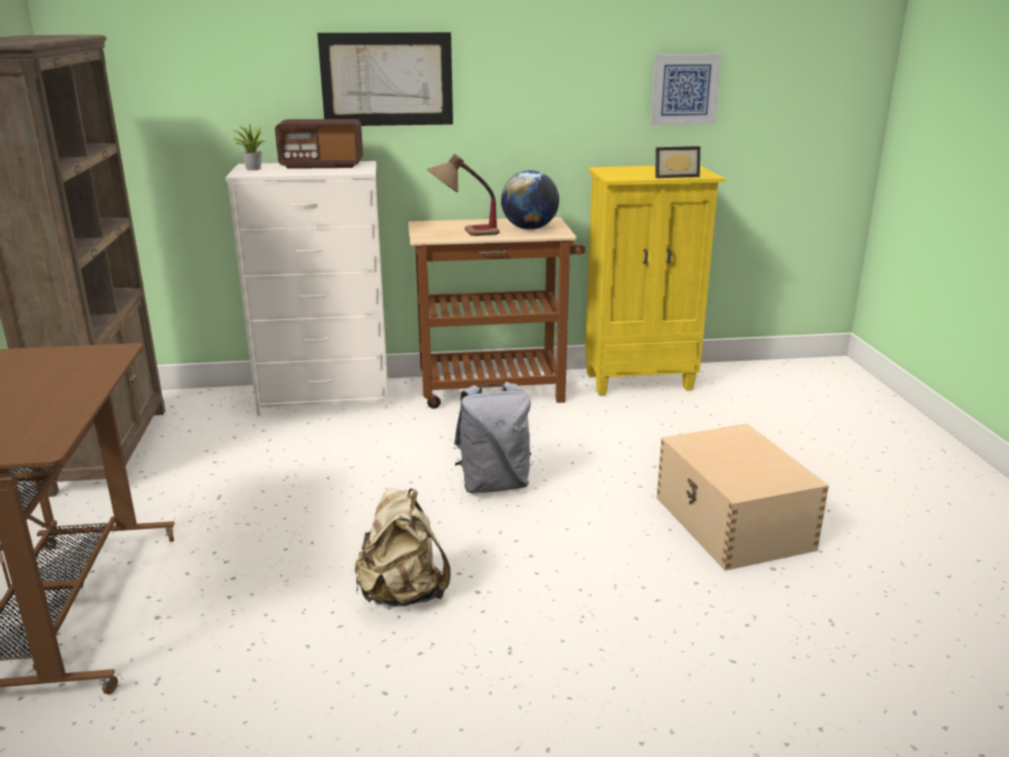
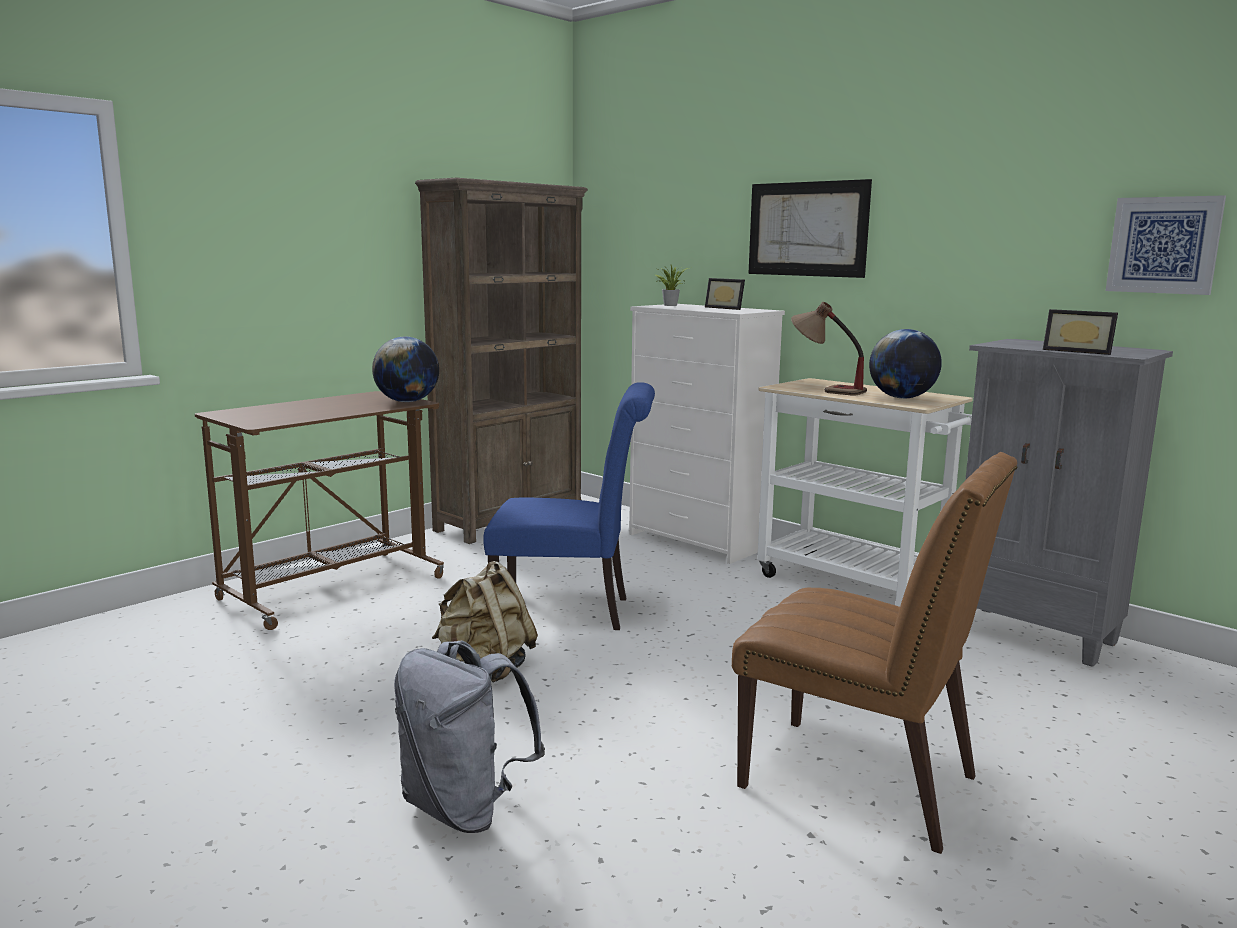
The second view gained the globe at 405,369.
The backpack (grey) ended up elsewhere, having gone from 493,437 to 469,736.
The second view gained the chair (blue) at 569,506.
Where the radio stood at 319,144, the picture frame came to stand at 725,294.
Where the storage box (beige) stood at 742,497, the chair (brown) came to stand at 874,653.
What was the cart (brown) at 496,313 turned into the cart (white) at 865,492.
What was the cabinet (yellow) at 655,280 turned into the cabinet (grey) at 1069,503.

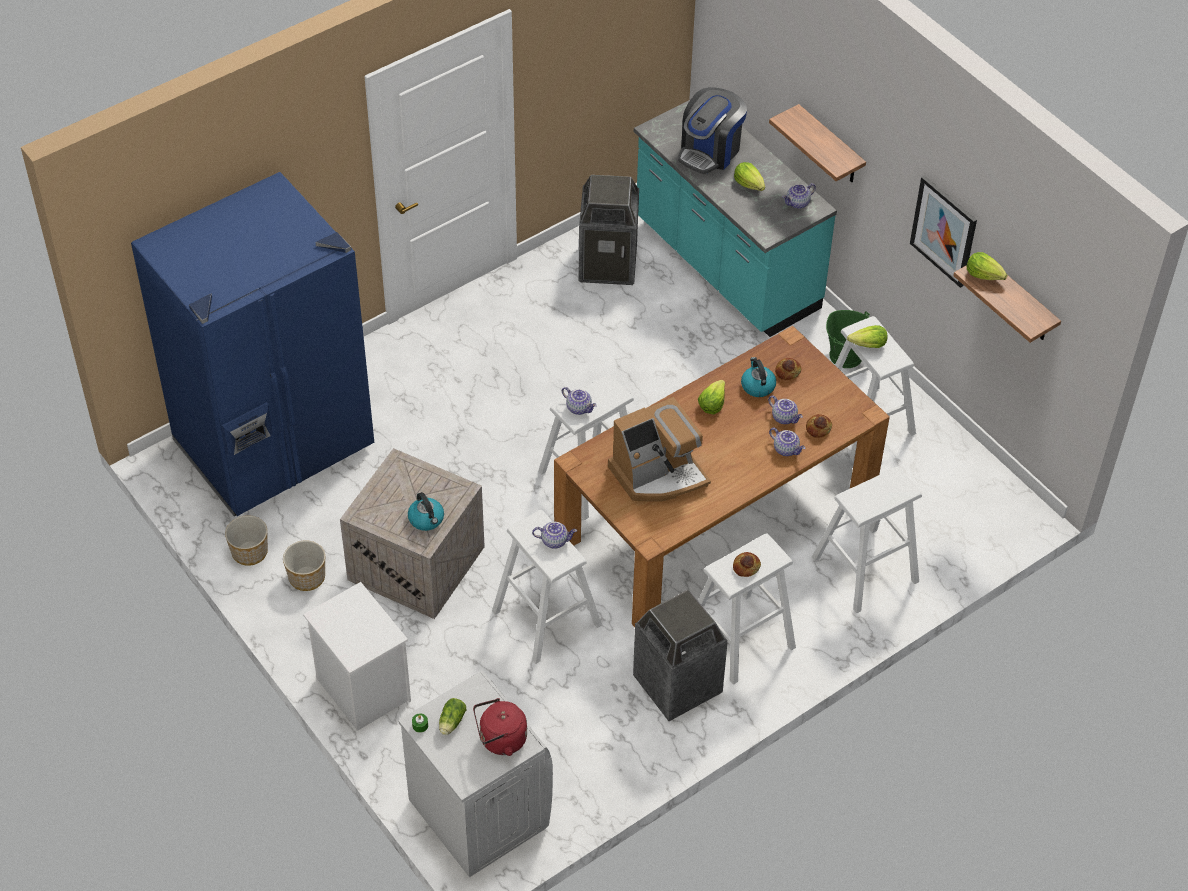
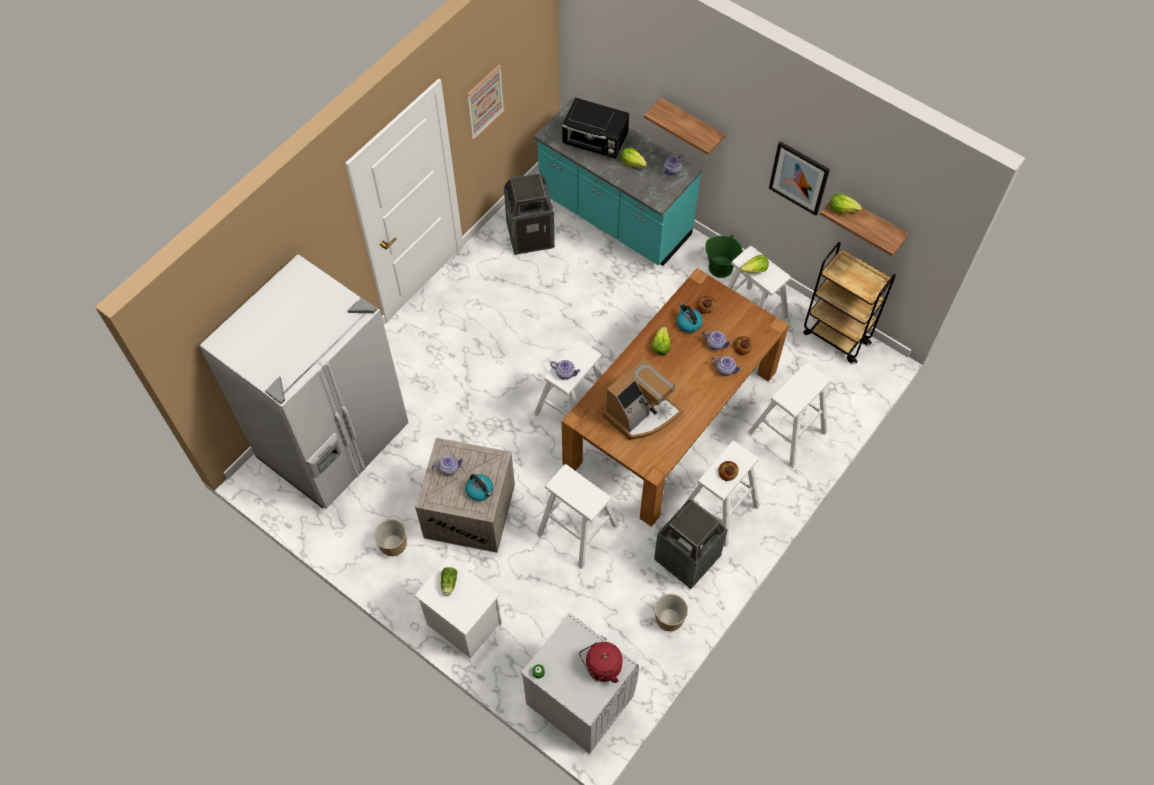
What was the fridge (blue) at 252,344 turned into the fridge (white) at 304,381.
The teapot ended up elsewhere, having gone from 554,535 to 448,465.
The lettuce ended up elsewhere, having gone from 452,716 to 449,581.
The second view gained the picture at 486,102.
Where the coffee machine stood at 712,130, the microwave (black) came to stand at 595,128.
The planter ended up elsewhere, having gone from 246,540 to 671,612.
The second view gained the cart (brown) at 849,302.

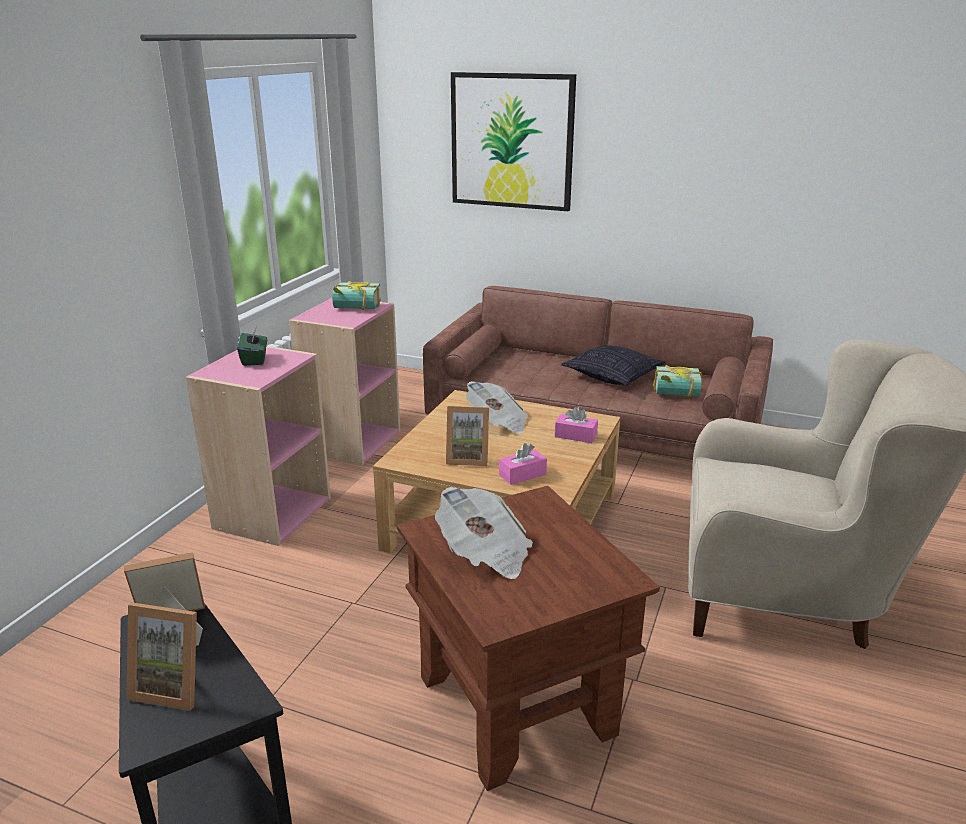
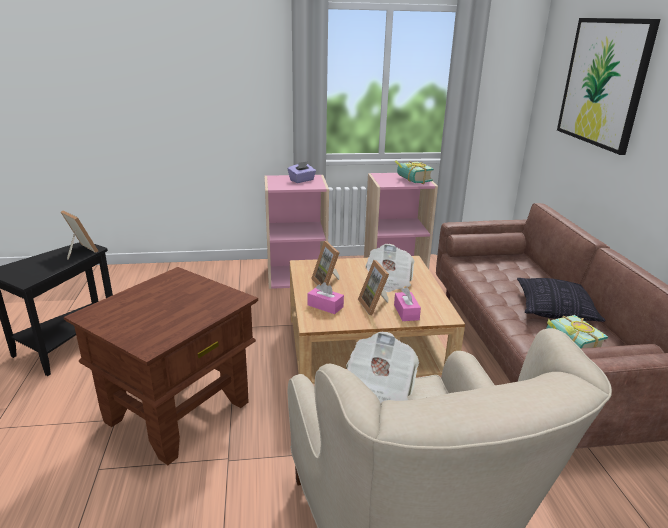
What was the tissue box (green) at 252,347 turned into the tissue box (purple) at 302,172.
The newspaper ended up elsewhere, having gone from 484,533 to 382,367.
The picture frame ended up elsewhere, having gone from 161,657 to 373,287.

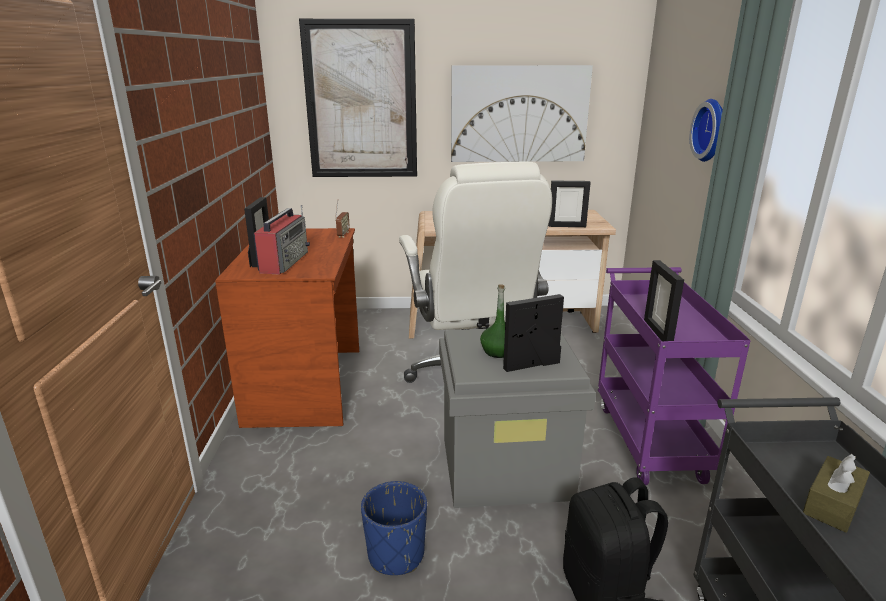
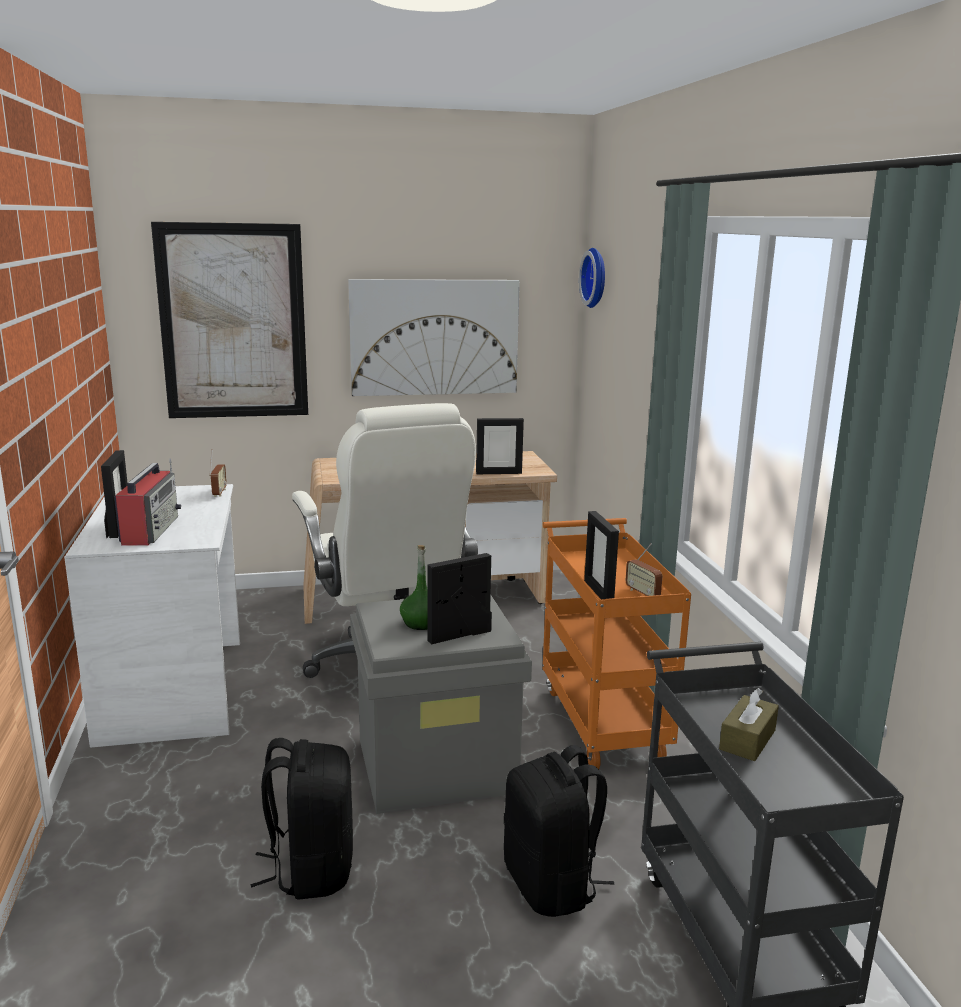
What was the desk (brown) at 287,328 turned into the desk (white) at 152,616.
Where the planter (blue) stood at 394,528, the backpack (black) came to stand at 302,819.
What was the cart (purple) at 674,376 turned into the cart (orange) at 617,643.
The wall clock ended up elsewhere, having gone from 706,130 to 592,278.
The second view gained the radio at 644,569.

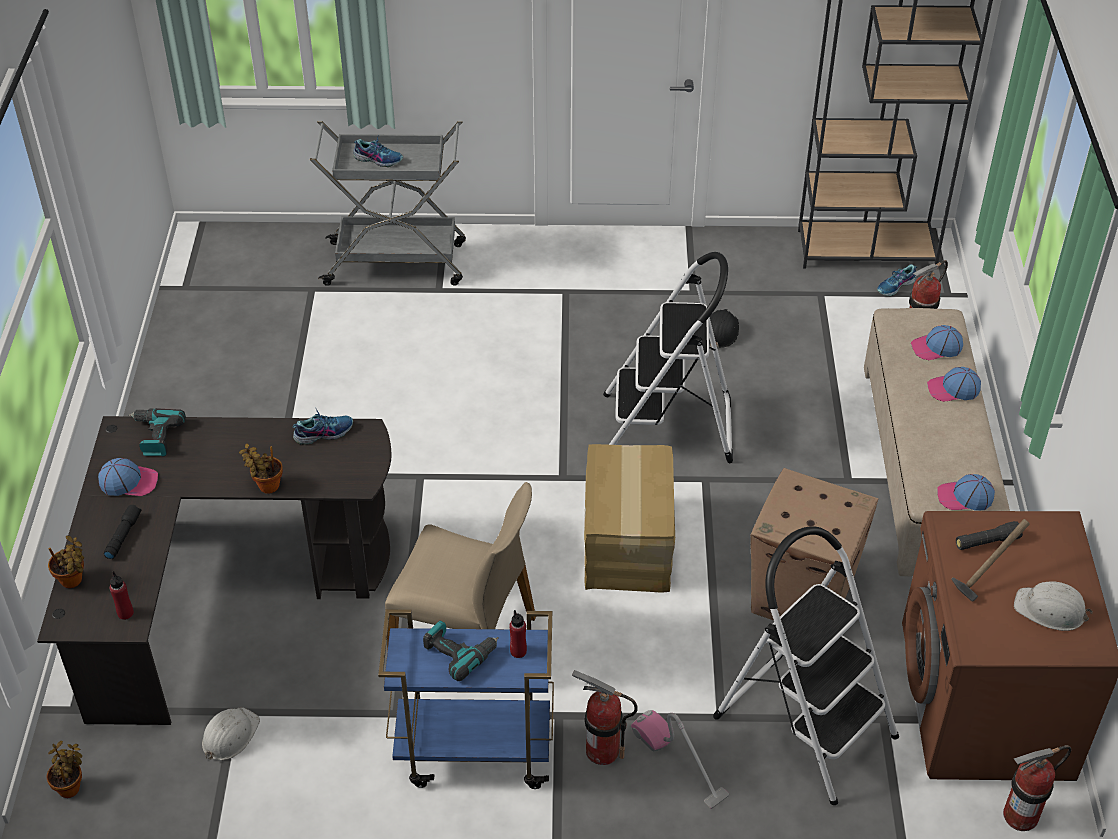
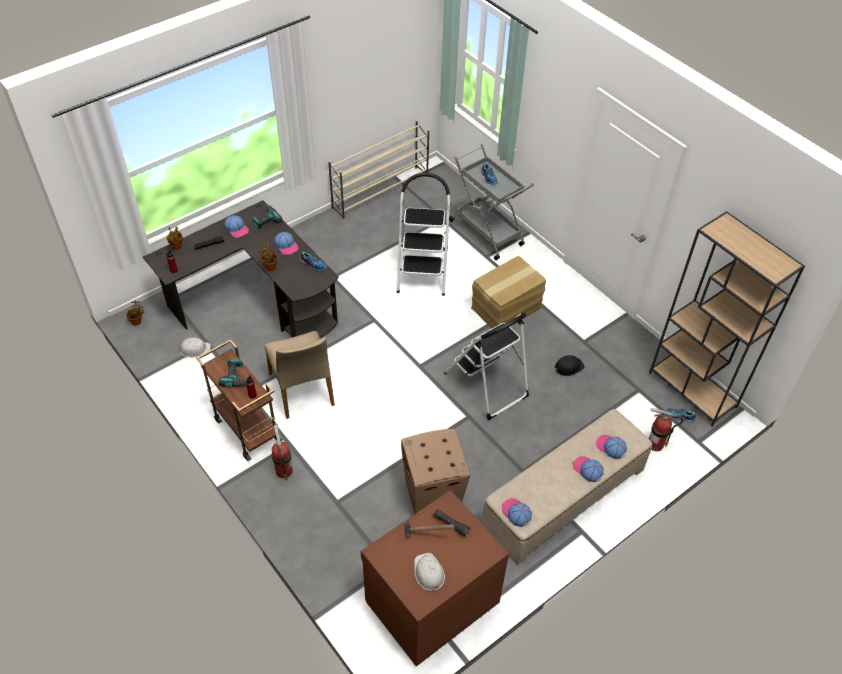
What was the cart (blue) at 466,699 turned into the cart (brown) at 239,400.
The second view gained the cap at 286,243.
The second view gained the shoe rack (beige) at 378,170.
The step ladder ended up elsewhere, having gone from 806,665 to 423,234.
The cardboard box ended up elsewhere, having gone from 629,518 to 508,292.
The second view lost the vacuum cleaner at 680,759.
The second view lost the fire extinguisher at 1037,788.

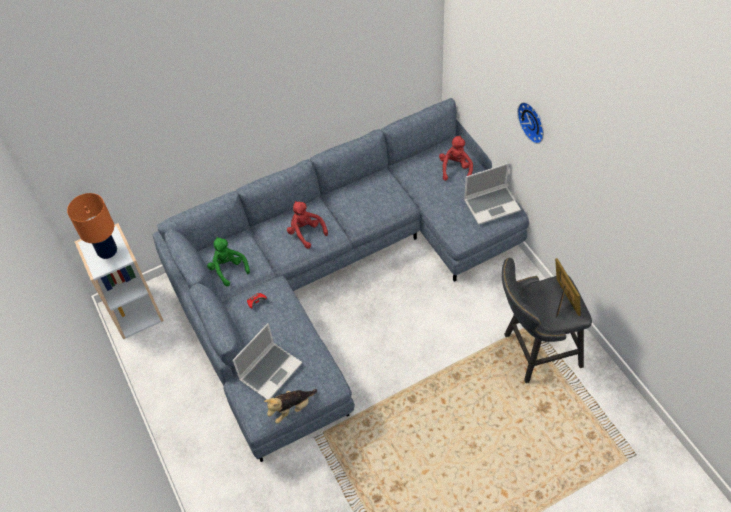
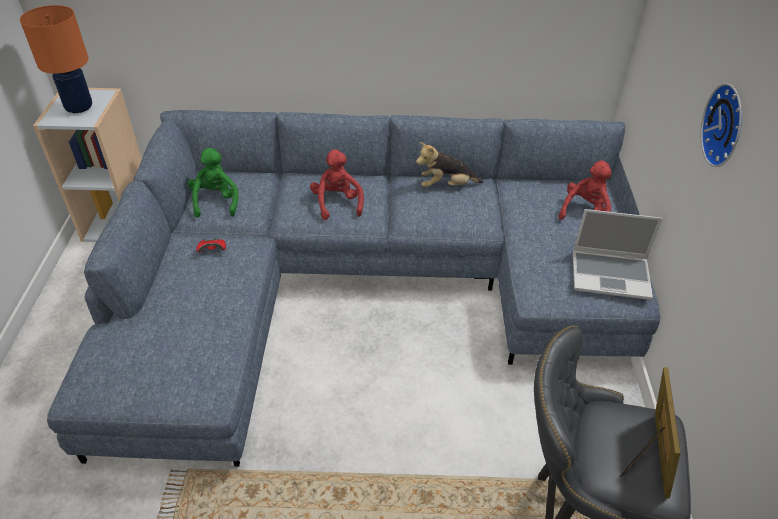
The plush toy ended up elsewhere, having gone from 290,406 to 449,164.
The second view lost the laptop at 267,361.

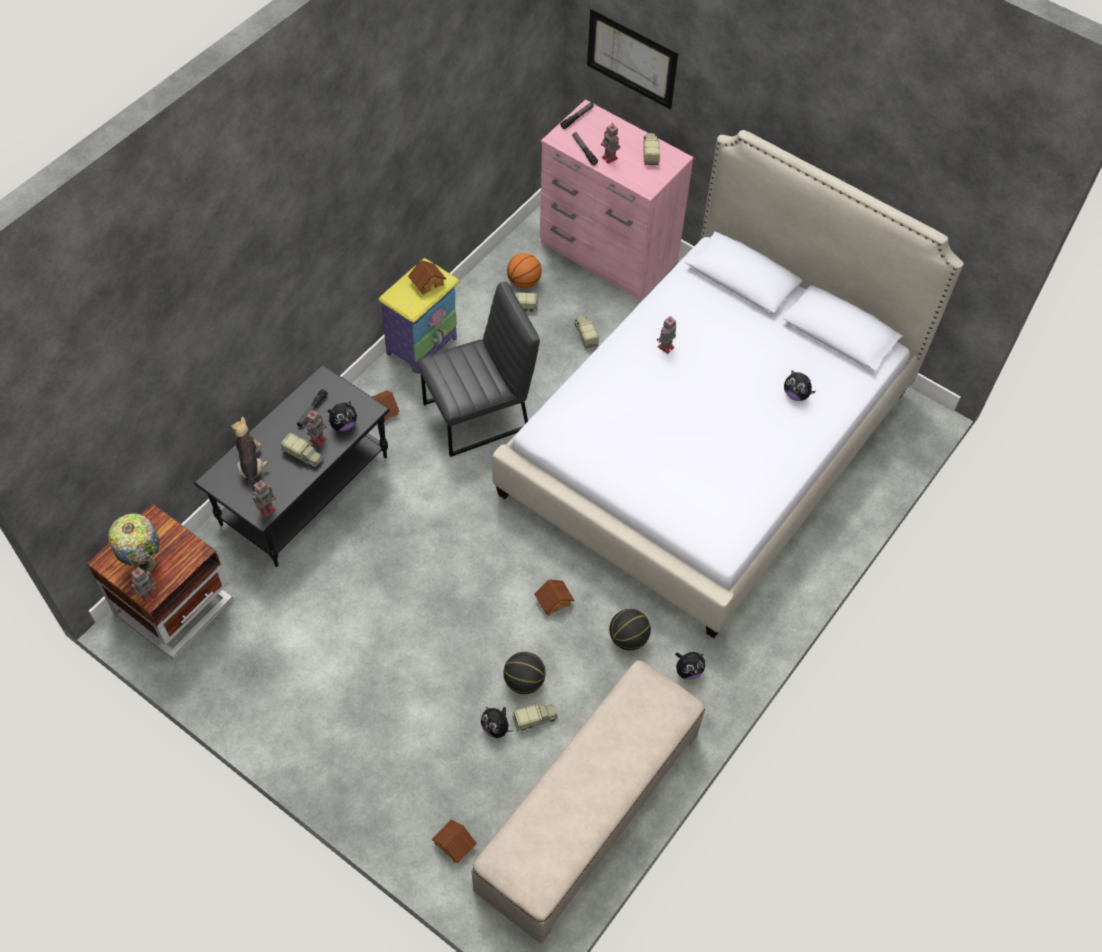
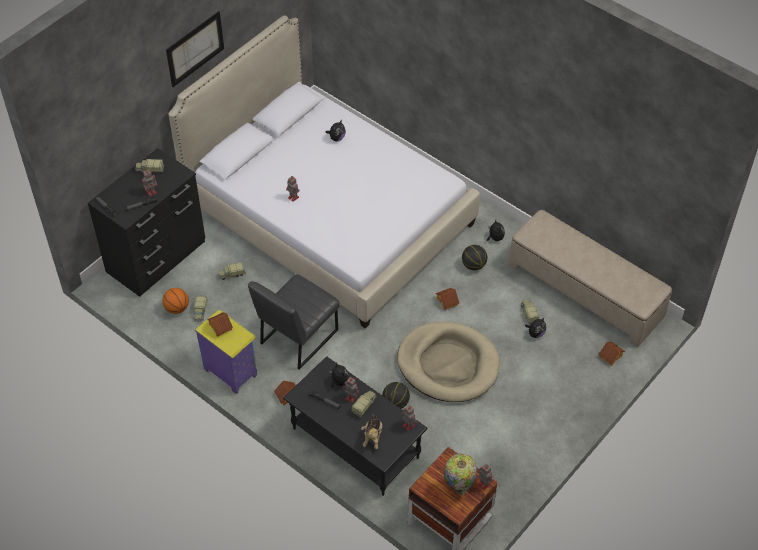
What was the dresser (pink) at 617,200 turned into the dresser (black) at 146,222.
The picture ended up elsewhere, having gone from 632,58 to 195,49.
The chair (grey) at 478,369 ended up facing another way, 120 degrees counterclockwise from before.
The plush toy at 249,454 ended up facing another way, 75 degrees counterclockwise from before.
The basketball ended up elsewhere, having gone from 524,673 to 396,395.
The second view gained the dog bed (beige) at 448,362.

